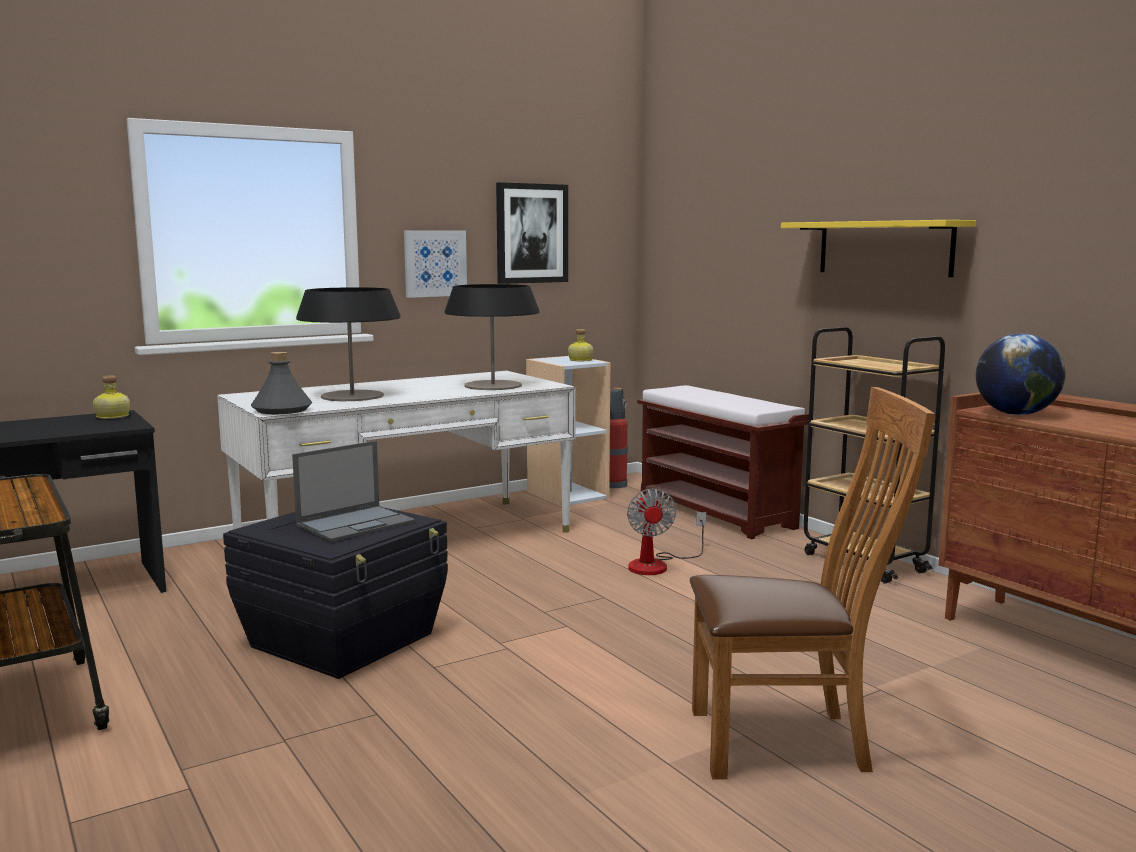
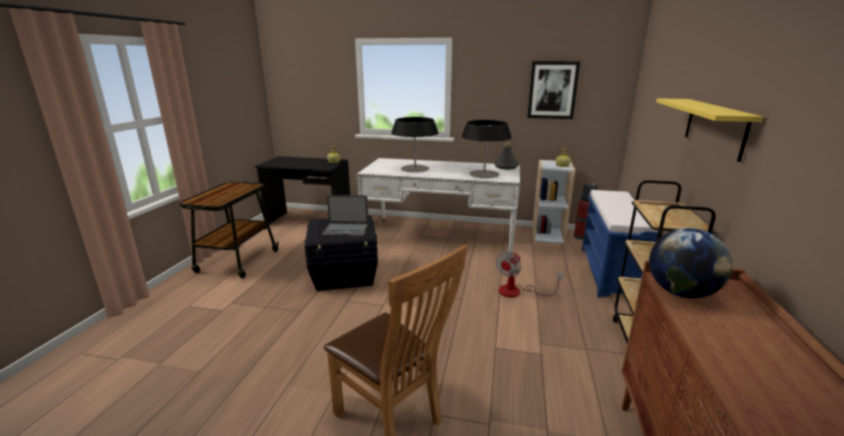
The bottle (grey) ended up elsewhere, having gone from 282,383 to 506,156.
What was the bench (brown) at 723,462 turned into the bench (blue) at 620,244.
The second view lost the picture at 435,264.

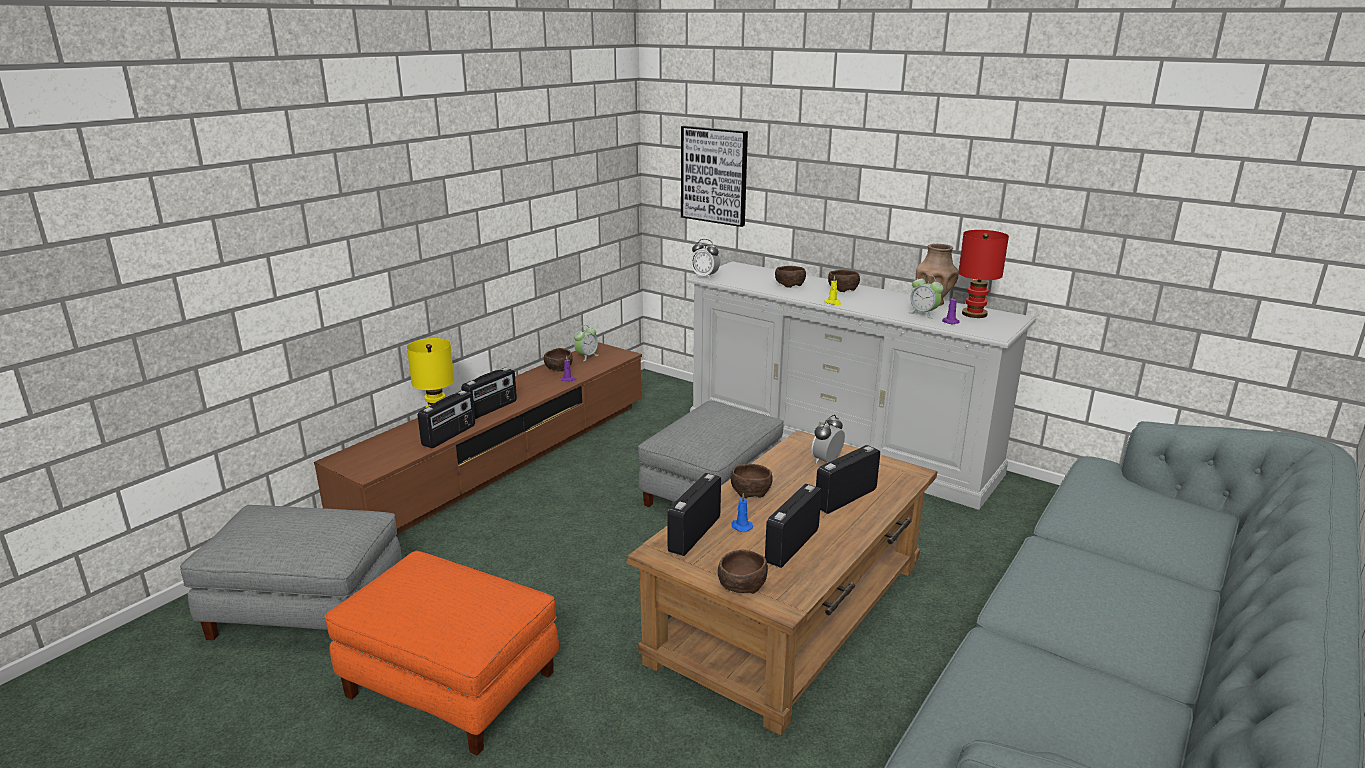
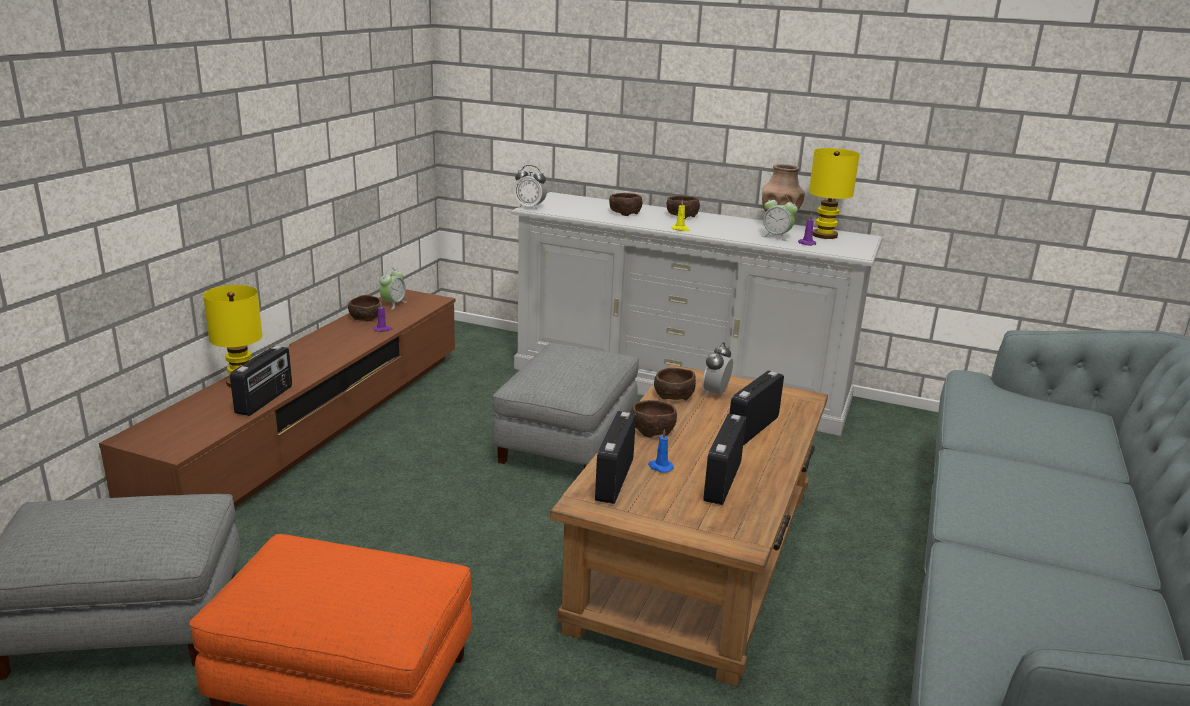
The bowl (brown) ended up elsewhere, having gone from 743,571 to 675,384.
What was the table lamp (red) at 983,274 turned into the table lamp (yellow) at 834,193.
The second view lost the radio at 489,393.
The second view lost the picture at 714,176.

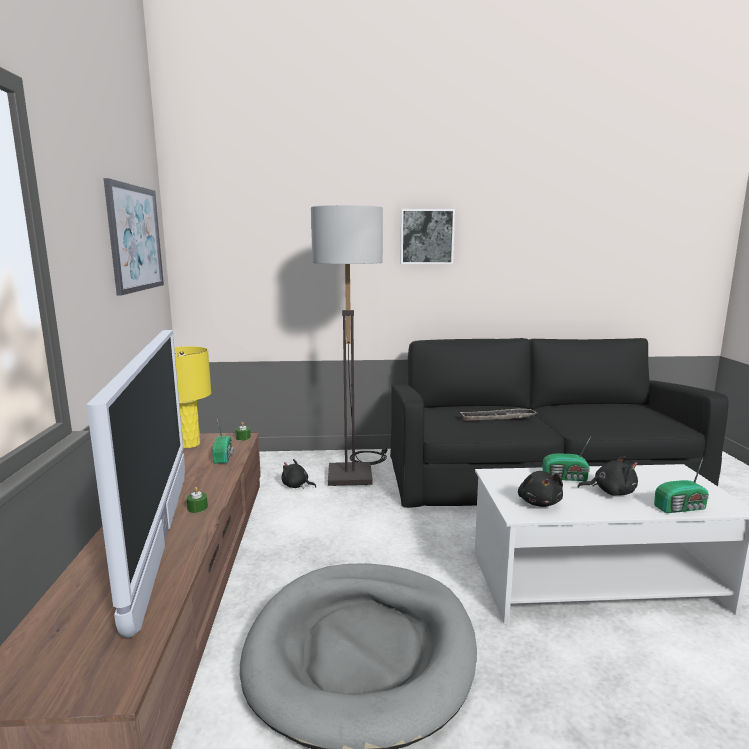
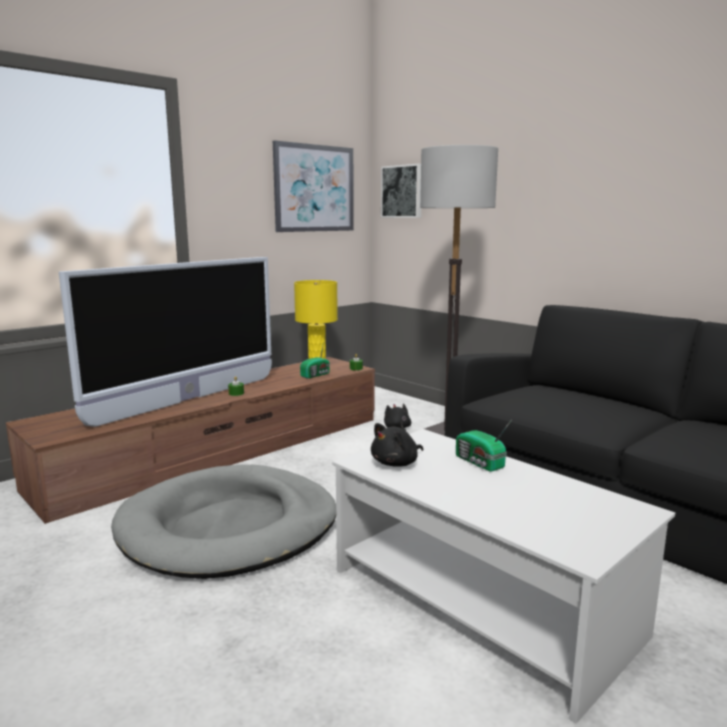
The picture ended up elsewhere, having gone from 427,236 to 401,191.
The second view lost the tray at 498,414.
The second view lost the plush toy (black) at 608,476.
The second view lost the radio at 681,486.

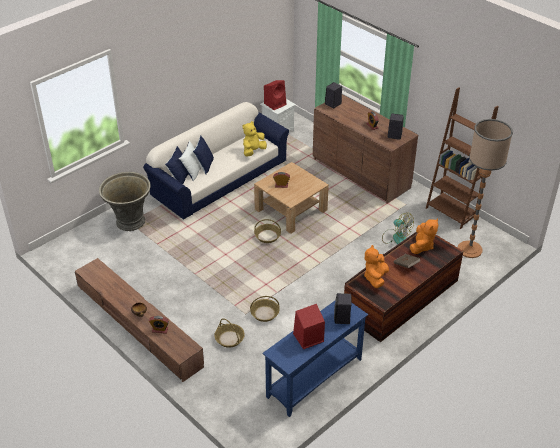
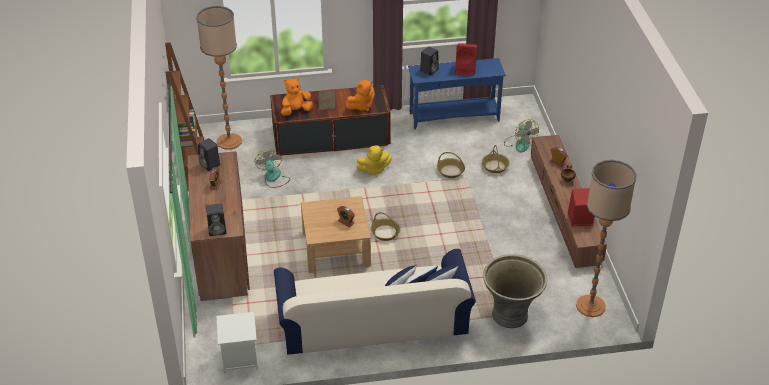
The plush toy (yellow) ended up elsewhere, having gone from 254,139 to 374,161.
The second view gained the fan at 521,135.
The speaker (red) ended up elsewhere, having gone from 275,95 to 581,207.
The second view gained the floor lamp at 606,238.

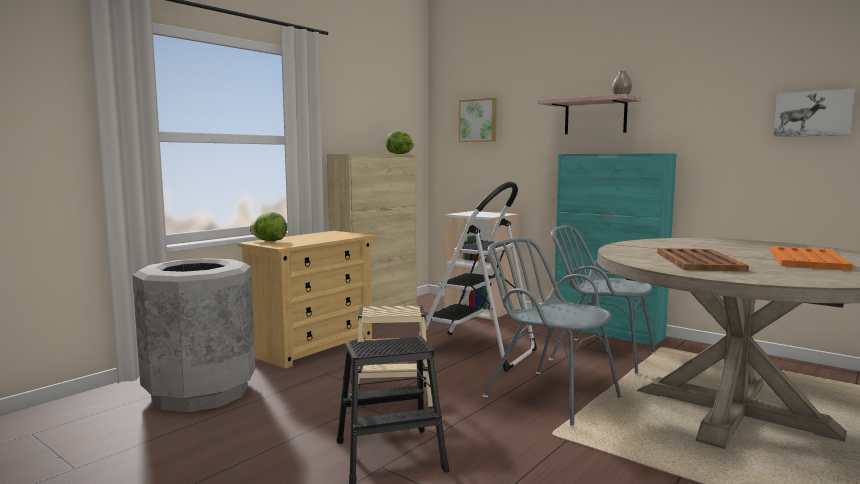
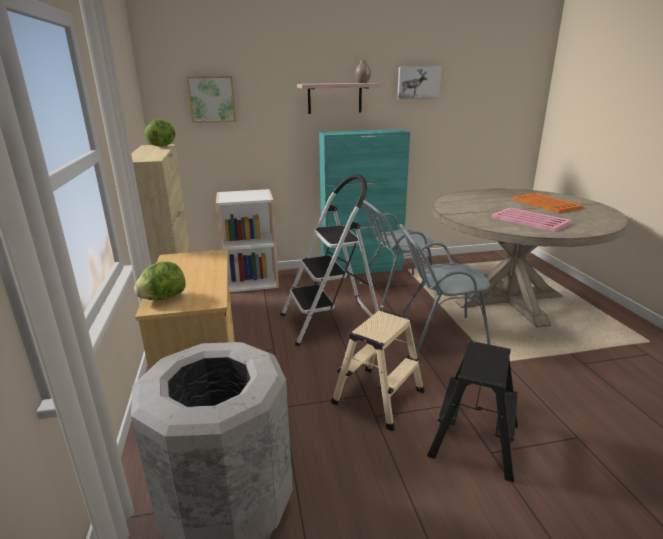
The picture ended up elsewhere, having gone from 814,113 to 419,83.
What was the tray (brown) at 703,260 turned into the tray (pink) at 531,220.

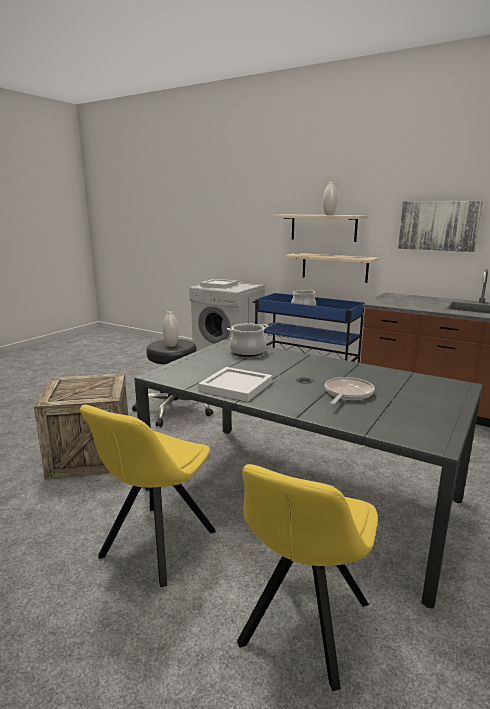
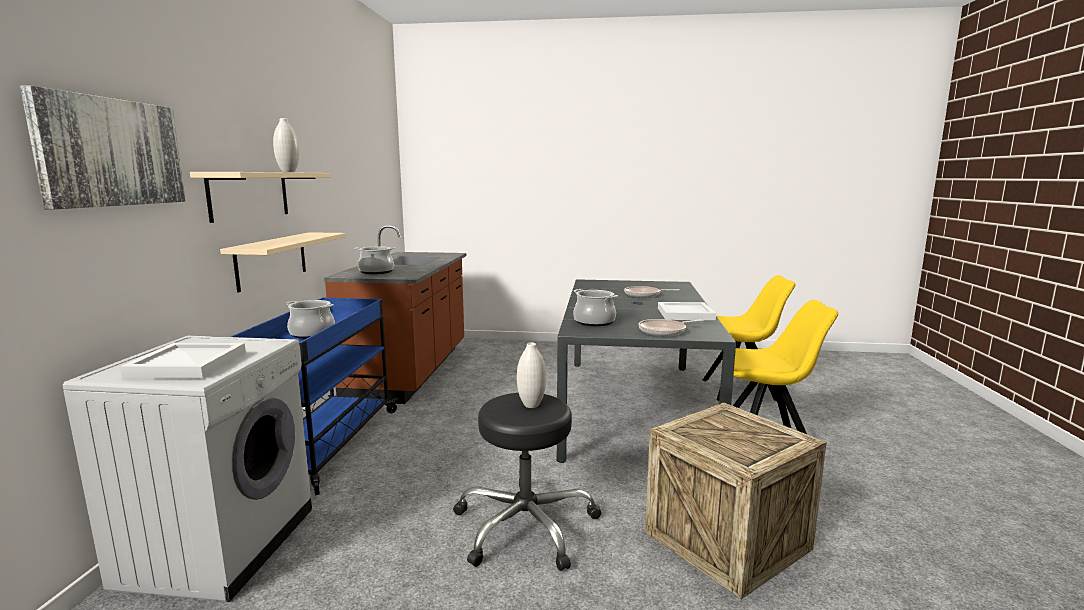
The picture ended up elsewhere, having gone from 440,226 to 103,147.
The second view gained the cooking pot at 375,260.
The second view gained the frying pan at 671,327.

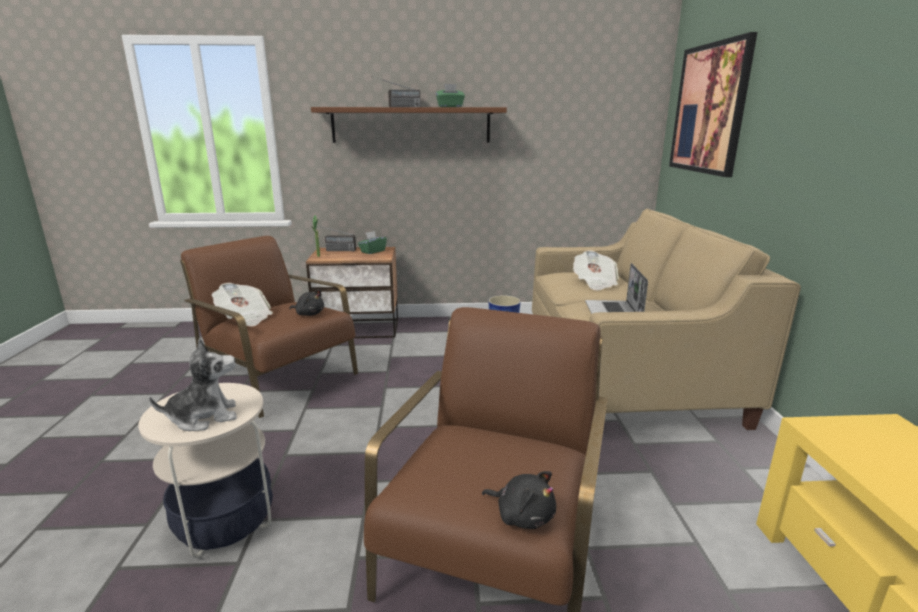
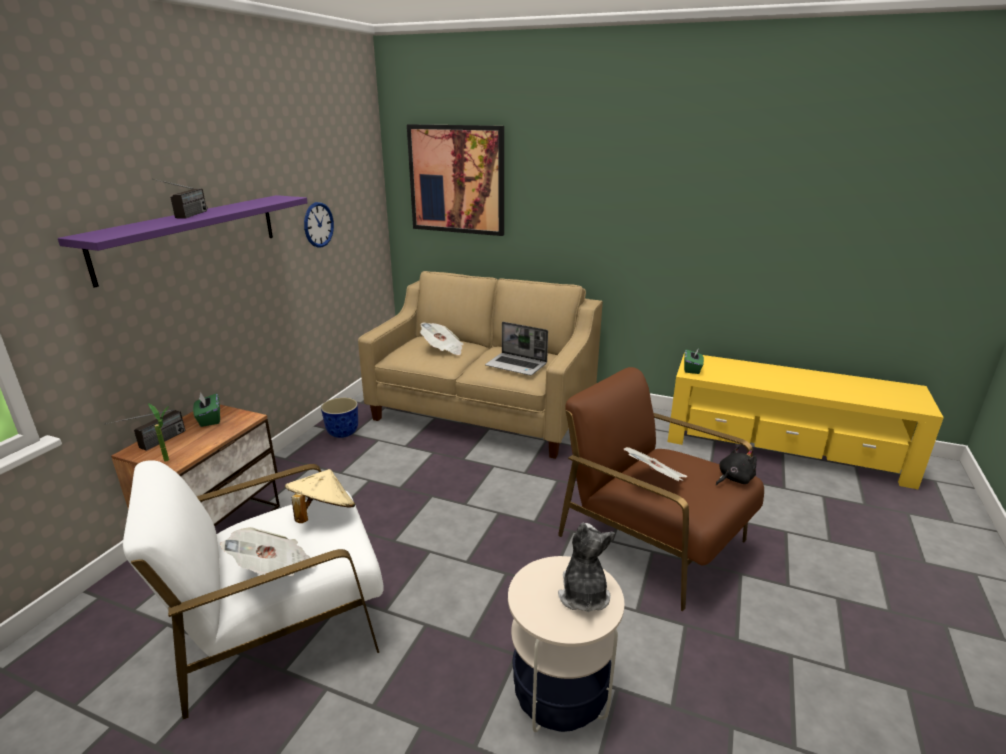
What was the shelf (brown) at 409,125 turned into the shelf (purple) at 183,241.
What was the armchair (brown) at 269,327 turned into the armchair (white) at 253,589.
Where the plush toy (black) stood at 306,302, the hat (beige) came to stand at 320,496.
The second view gained the wall clock at 319,225.
The second view gained the newspaper at 656,464.
The tissue box (green) ended up elsewhere, having gone from 450,95 to 694,361.

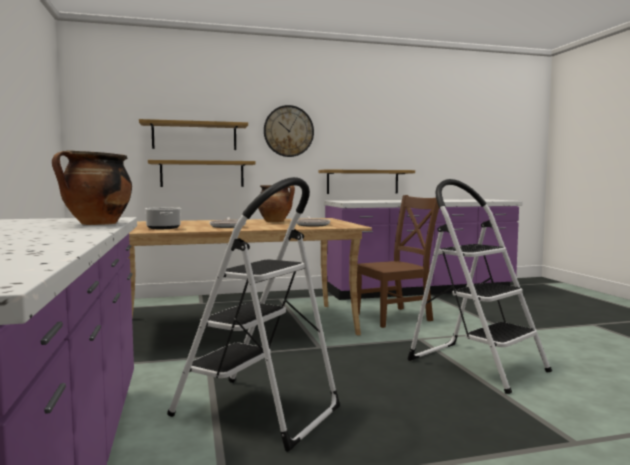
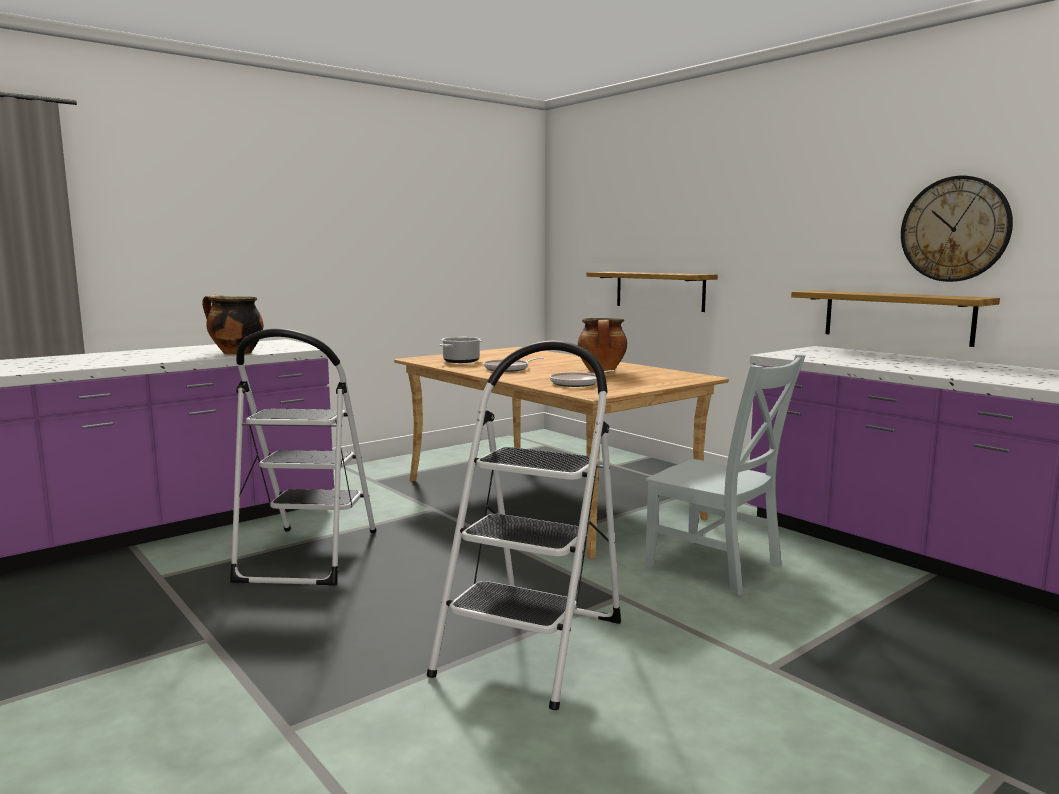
What was the chair (brown) at 398,261 turned into the chair (grey) at 725,475.
The wall clock ended up elsewhere, having gone from 289,131 to 957,229.
The second view lost the shelf at 193,134.

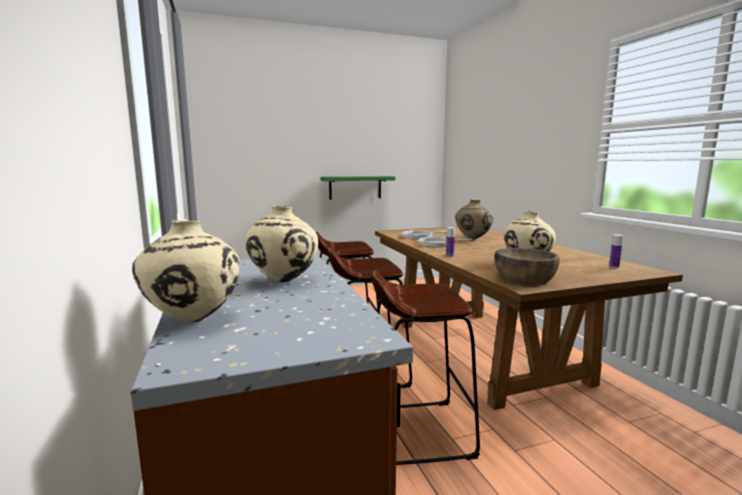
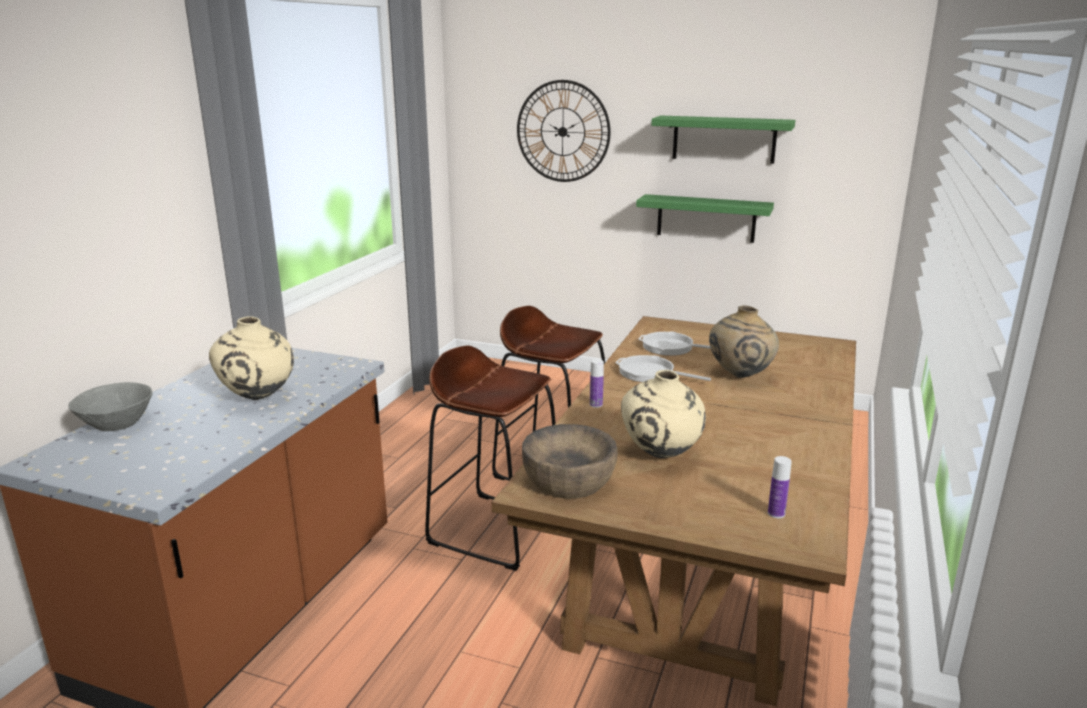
Where the vase (beige) stood at 186,271, the bowl (grey) came to stand at 110,406.
The second view gained the wall clock at 564,131.
The second view gained the shelf (green) at 723,140.
The second view lost the stool (brown) at 425,367.

